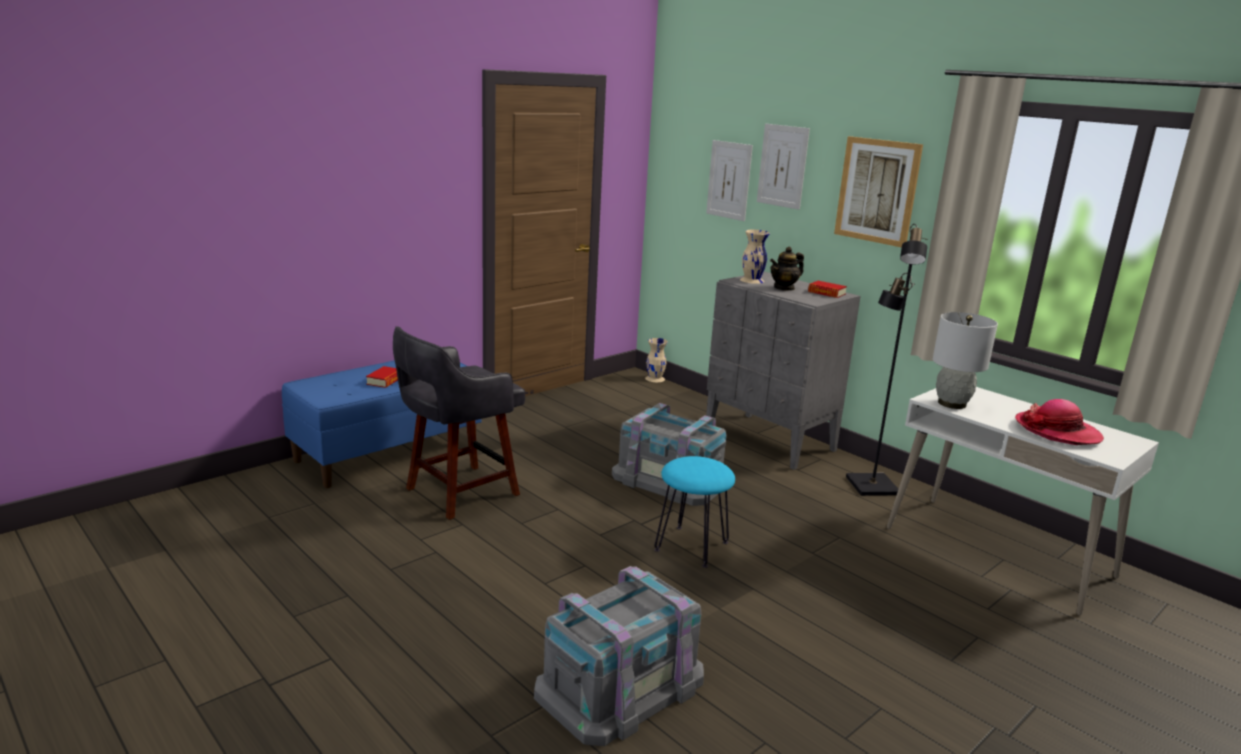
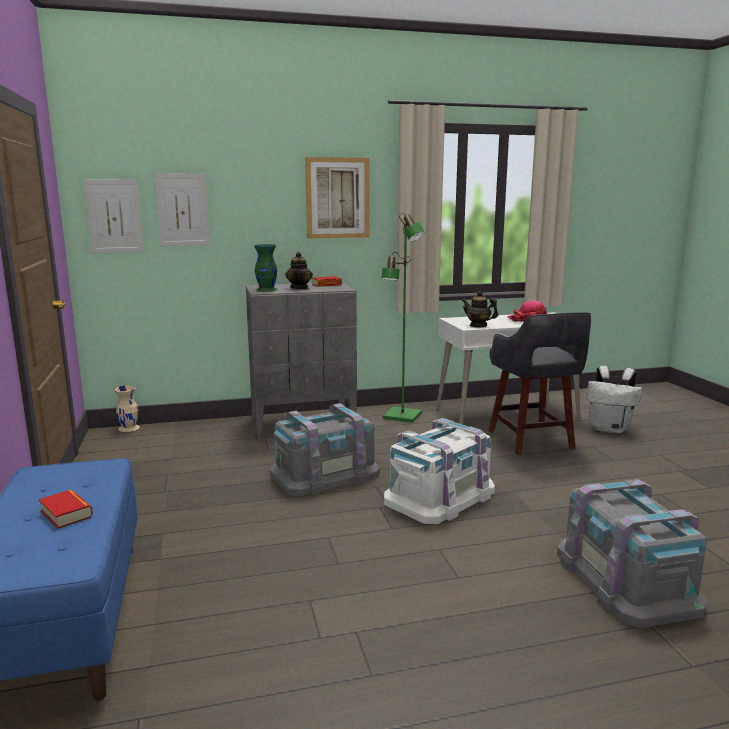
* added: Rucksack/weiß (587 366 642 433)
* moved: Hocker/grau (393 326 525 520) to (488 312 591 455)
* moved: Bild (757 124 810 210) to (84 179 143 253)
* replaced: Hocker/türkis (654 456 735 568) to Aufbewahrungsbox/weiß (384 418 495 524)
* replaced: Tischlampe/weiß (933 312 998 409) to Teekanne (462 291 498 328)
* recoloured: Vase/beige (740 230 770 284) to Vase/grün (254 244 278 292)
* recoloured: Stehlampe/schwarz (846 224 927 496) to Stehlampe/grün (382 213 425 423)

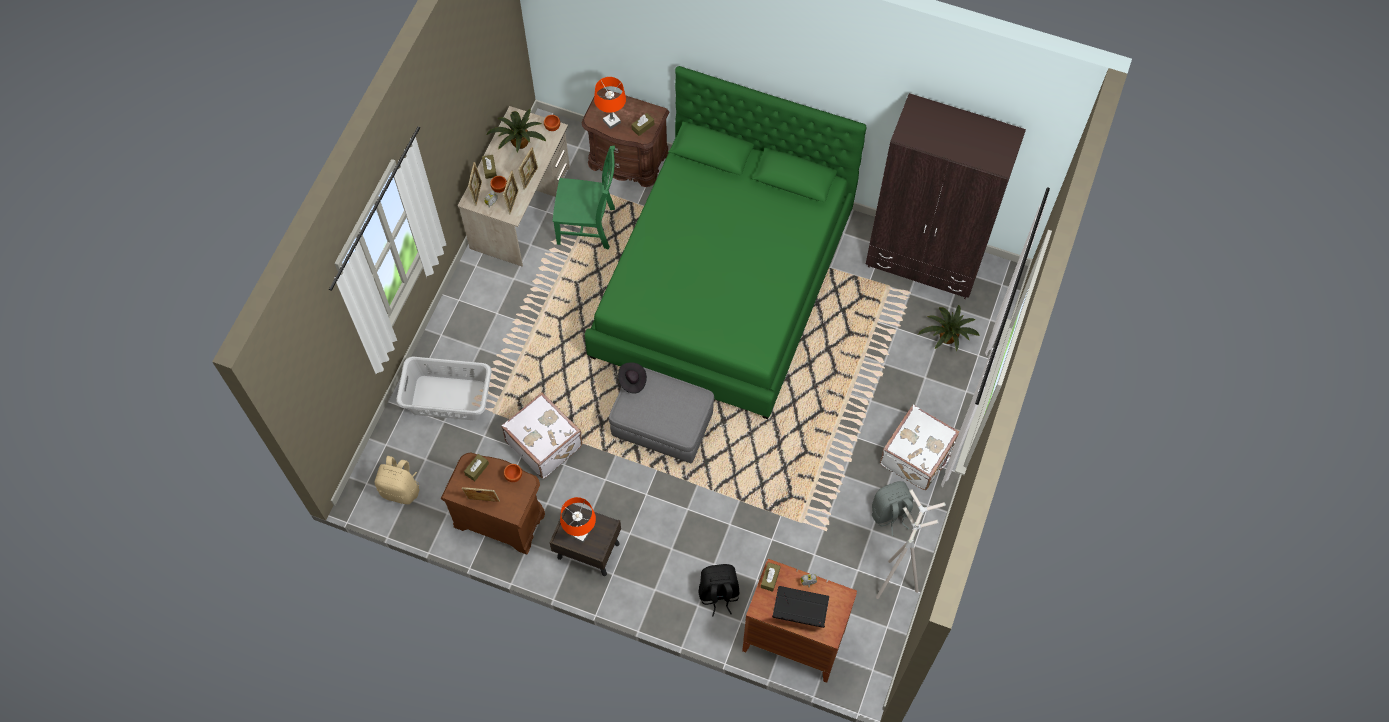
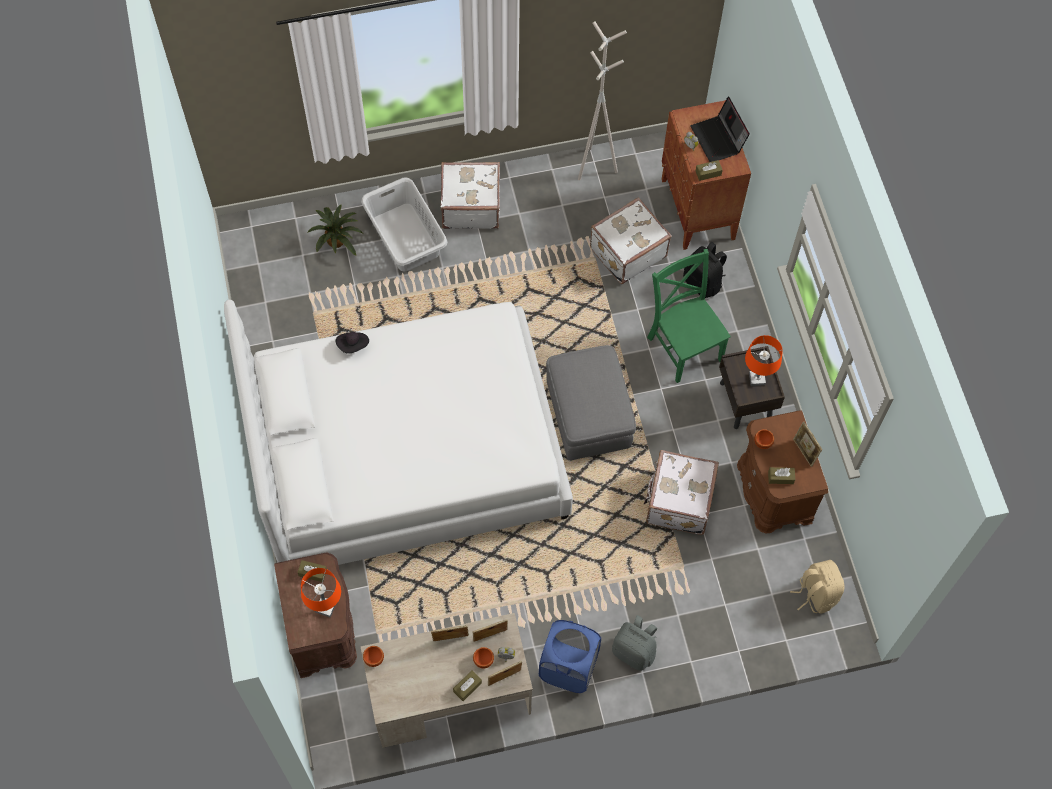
* removed: Topfpflanze (486 109 546 153)
* removed: Kleiderschrank/braun (866 93 1026 299)
* added: Wäschekorb/blau (539 620 601 693)
* added: Koffer/weiß (590 197 671 284)
* moved: Wäschekorb/grau (396 357 492 420) to (361 177 447 272)
* moved: Stuhl/grün (553 146 615 250) to (647 249 731 383)
* moved: Hut/schwarz (618 362 647 394) to (336 332 369 354)
* moved: Rucksack/grau (872 481 913 536) to (612 615 657 671)
* recoloured: Bett/grün (585 66 867 419) to Bett/weiß (224 300 573 565)

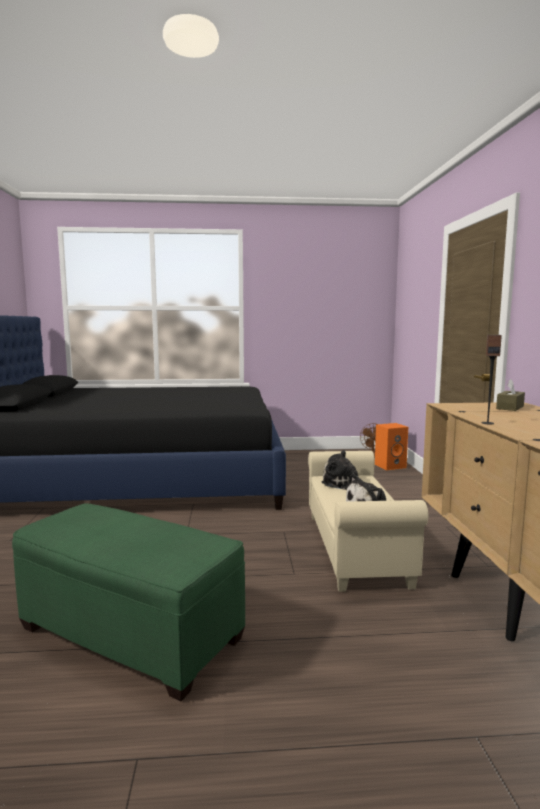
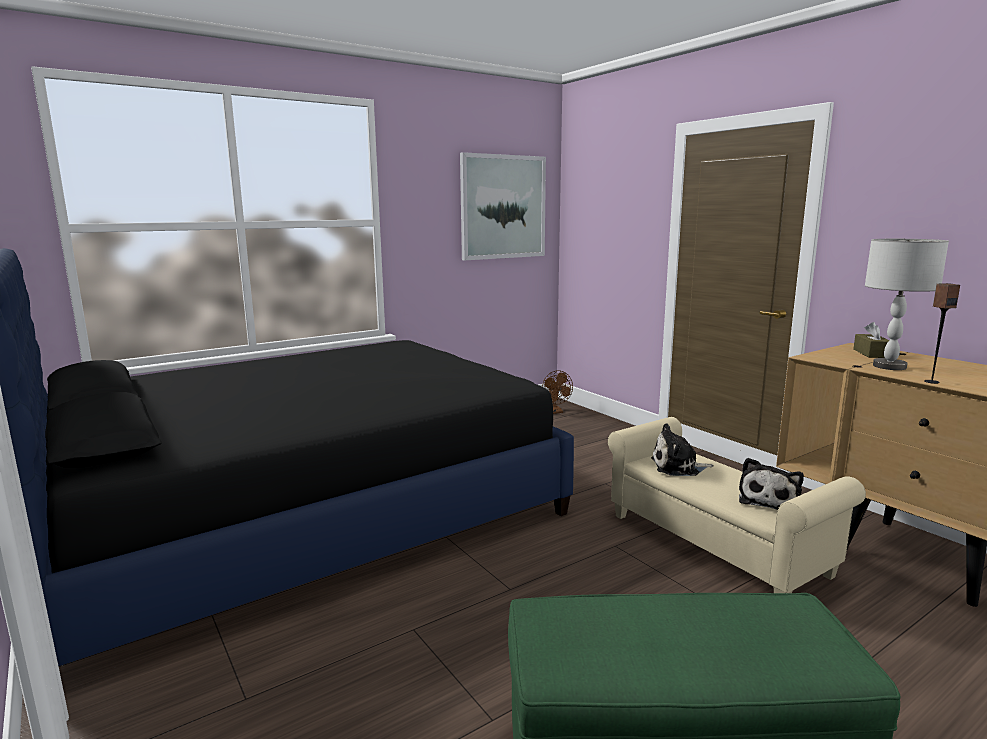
* removed: Lautsprecher/orange (375 423 408 470)
* added: Bild (460 152 546 260)
* added: Tischlampe/grau (865 239 949 370)

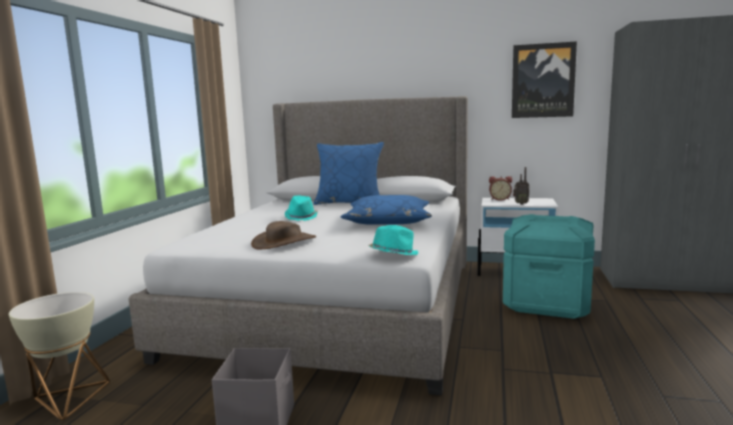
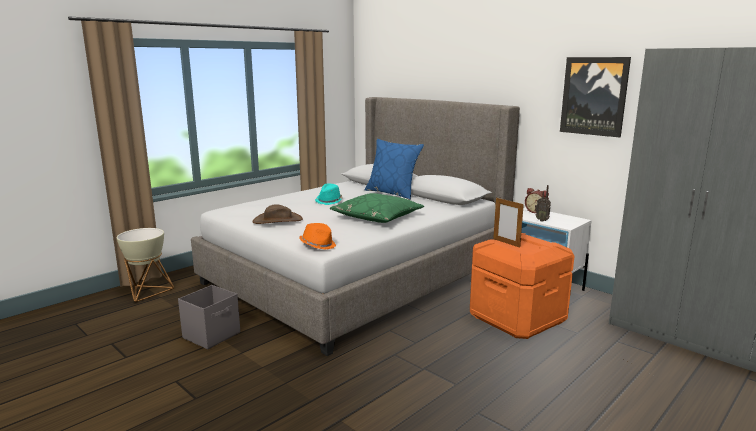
* added: Bilderrahmen (493 198 524 248)
* recoloured: Kissen/blau (341 195 432 225) to Kissen/grün (330 193 424 223)
* recoloured: Hut/türkis (369 225 418 255) to Hut/orange (299 223 336 250)
* recoloured: Aufbewahrungsbox/türkis (503 214 595 319) to Aufbewahrungsbox/orange (470 233 574 339)

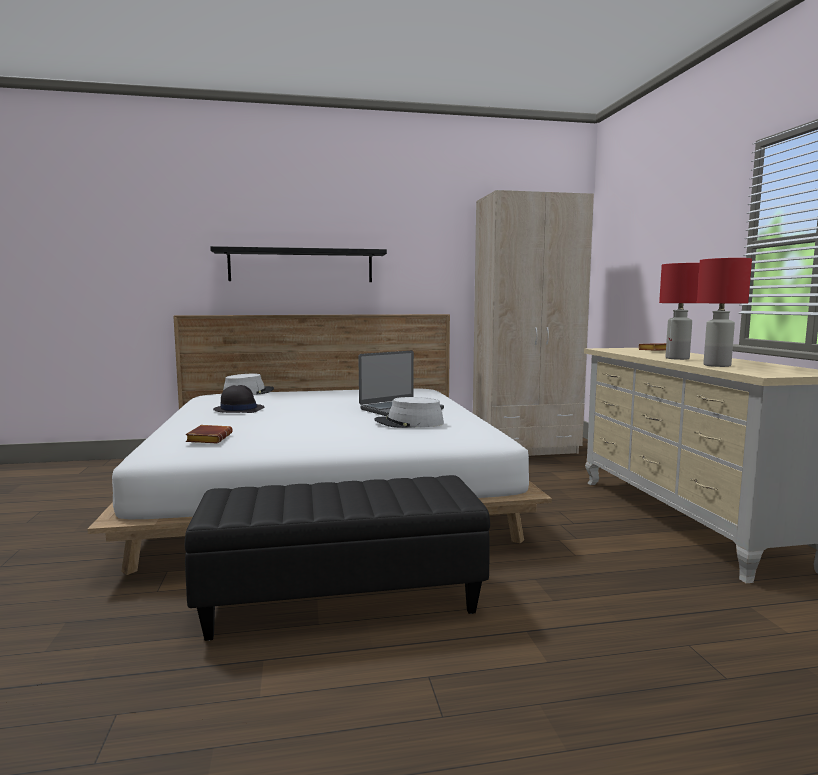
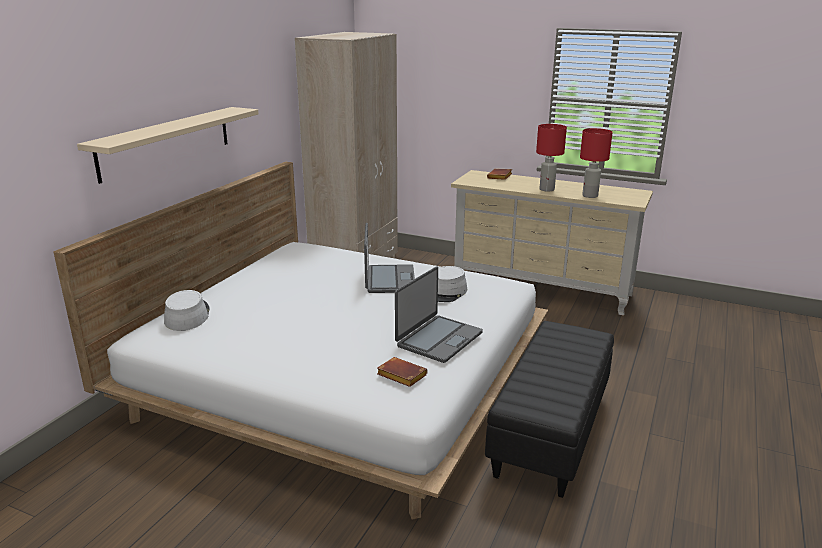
* removed: Hut/schwarz (213 385 264 413)
* added: Laptop (395 266 483 363)
* recoloured: Wandregal/schwarz (210 246 387 282) to Wandregal/beige (77 107 259 184)

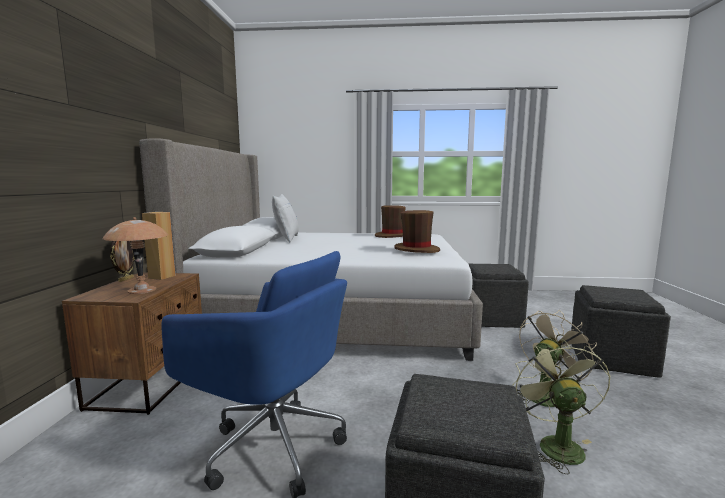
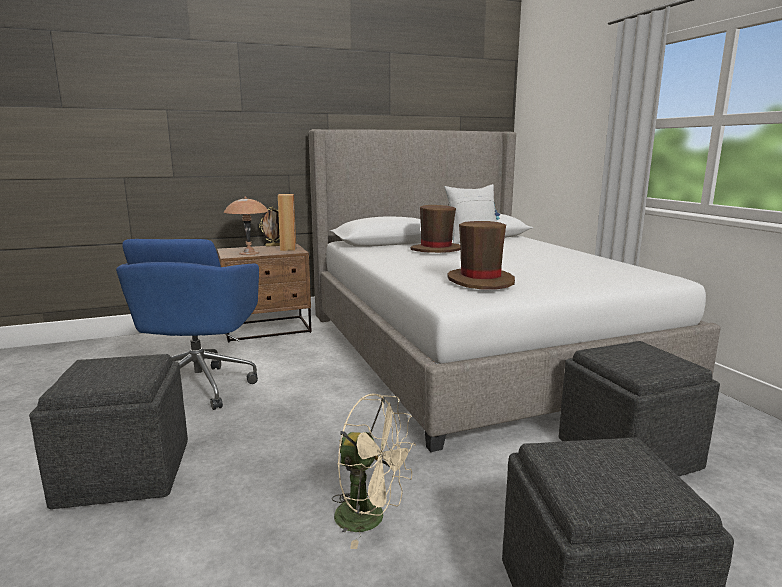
* removed: Ventilator/grün (512 339 611 474)
* moved: Hut/braun (375 205 406 238) to (411 205 461 253)

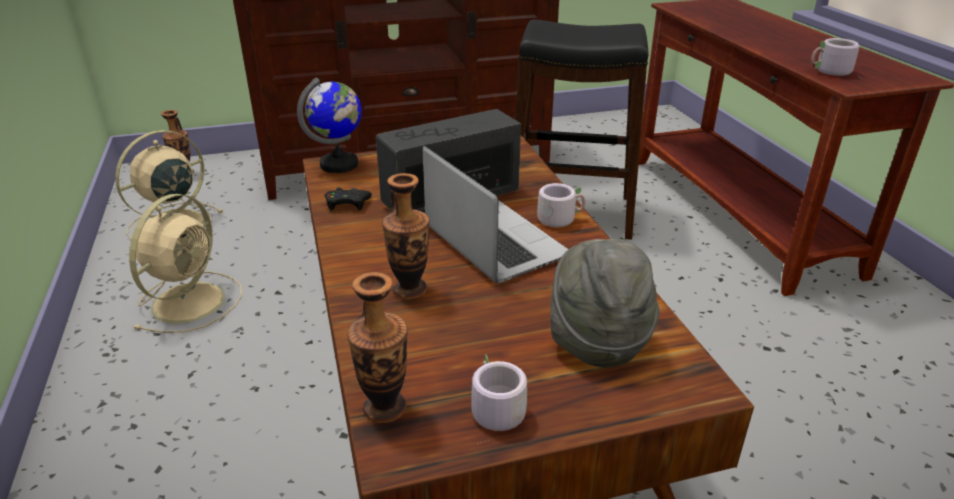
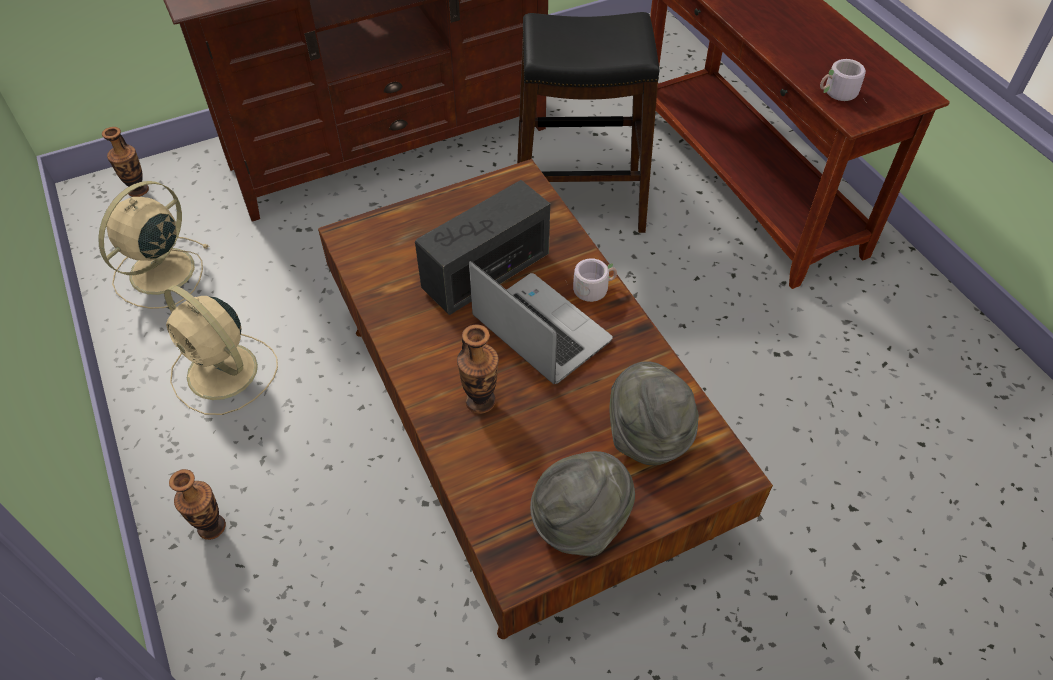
* removed: Globus (297 77 362 173)
* removed: Gamepad/schwarz (325 187 372 211)
* moved: Vase (347 272 408 423) to (169 469 226 540)
* replaced: Henkelbecher/grau (471 354 527 444) to Hut/grau (530 451 635 556)
* turned: Ventilator/beige (129 194 242 333) = (164 285 278 415) 120 degrees clockwise

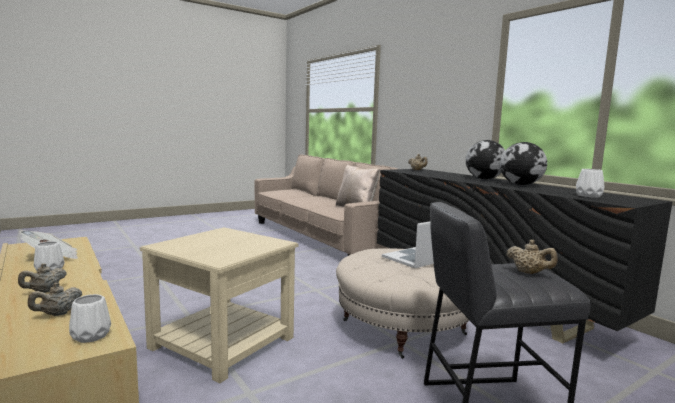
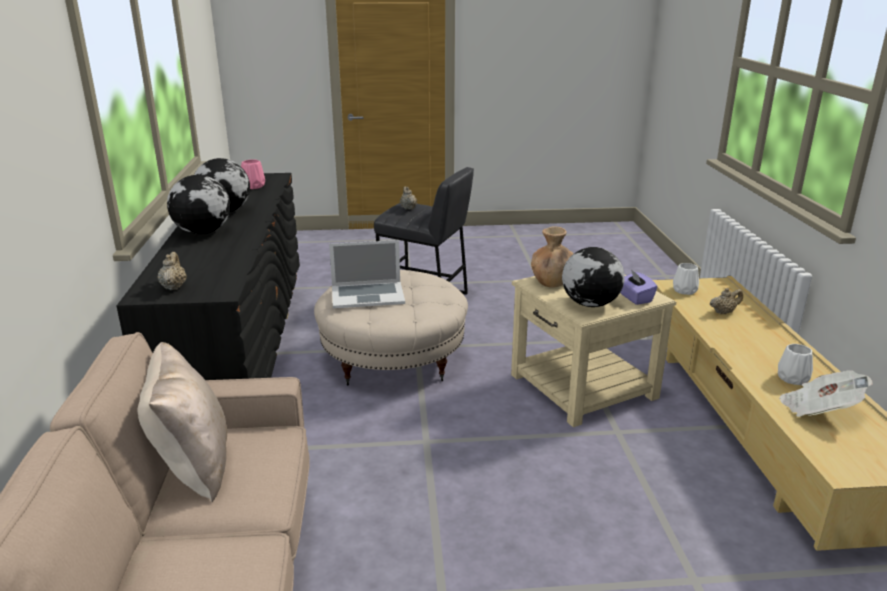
* removed: Teekanne/beige (18 263 67 293)
* added: Vase/braun (531 227 574 288)
* added: Globus (562 247 624 307)
* added: Taschentuchbox/lila (620 269 657 305)
* recoloured: Vase/weiß (576 169 605 198) to Vase/rosa (241 159 265 189)

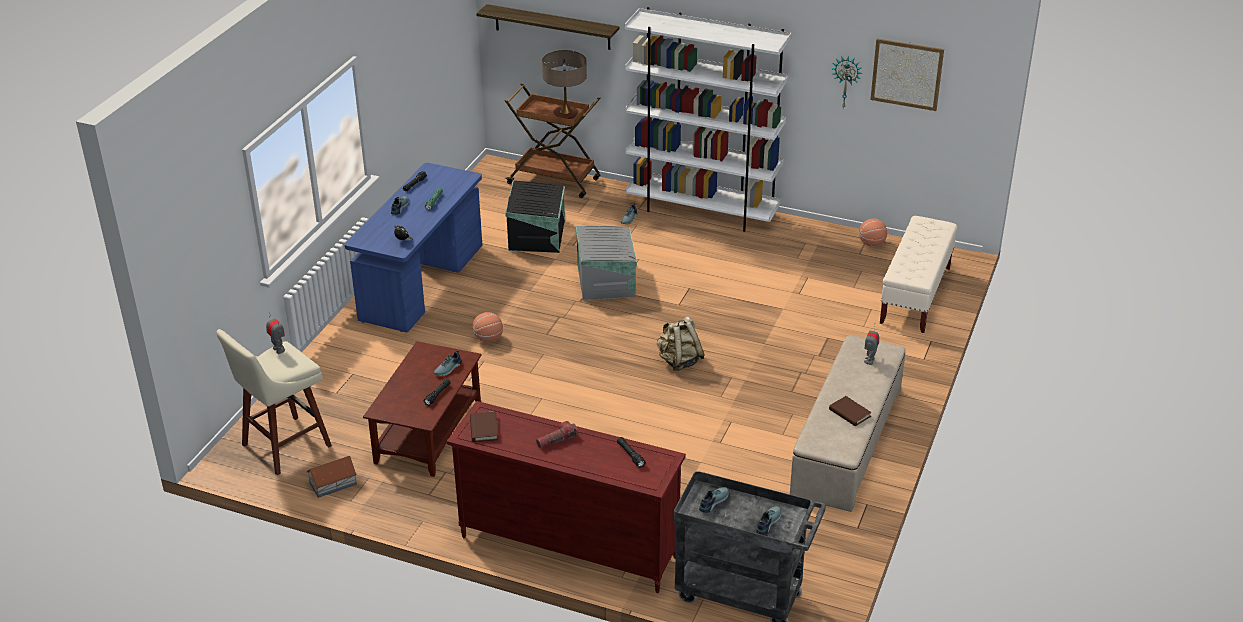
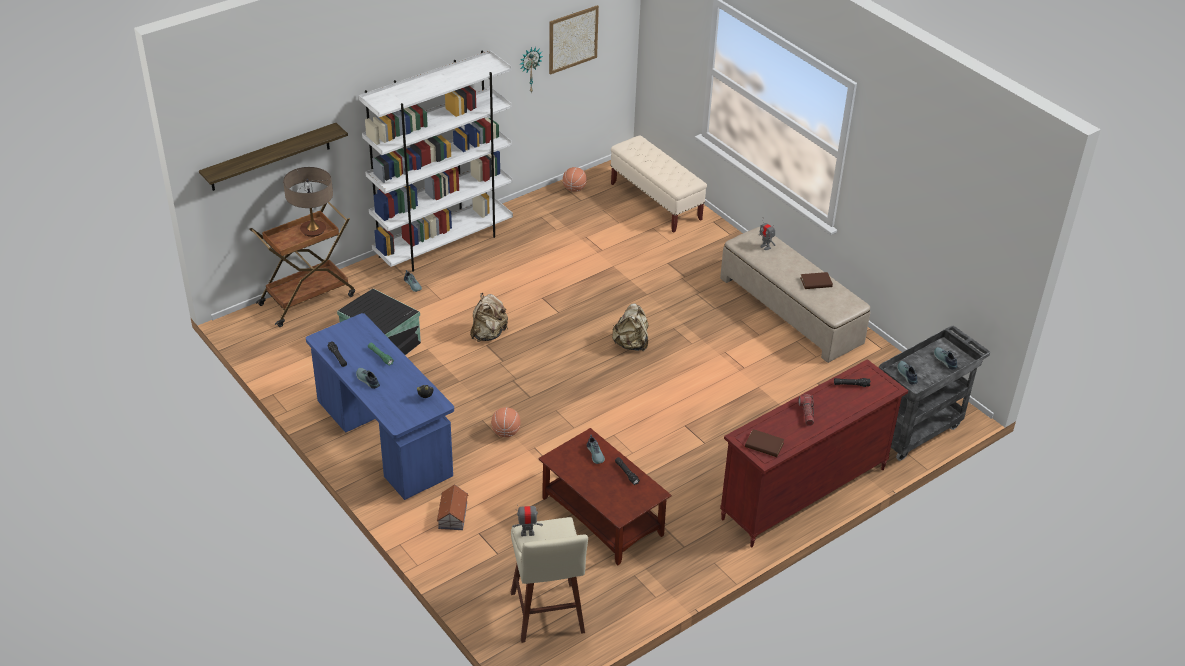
* moved: Spielzeughaus (306 456 357 498) to (436 484 468 530)
* replaced: Aufbewahrungsbox/grau (575 226 637 301) to Rucksack/beige (470 293 508 342)

